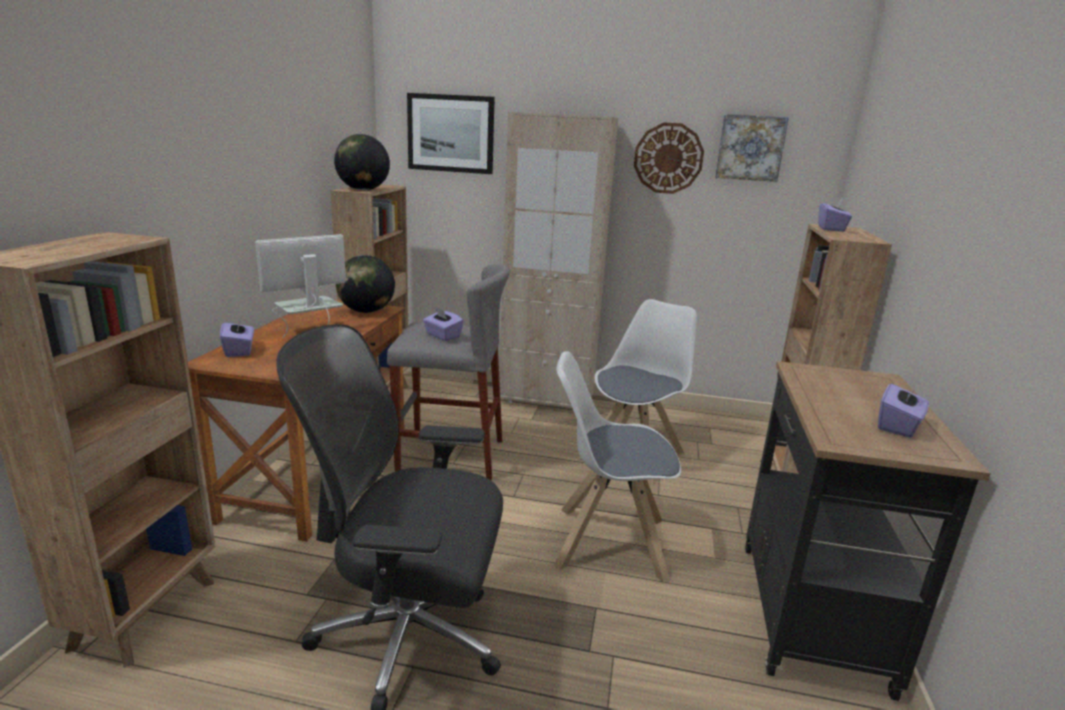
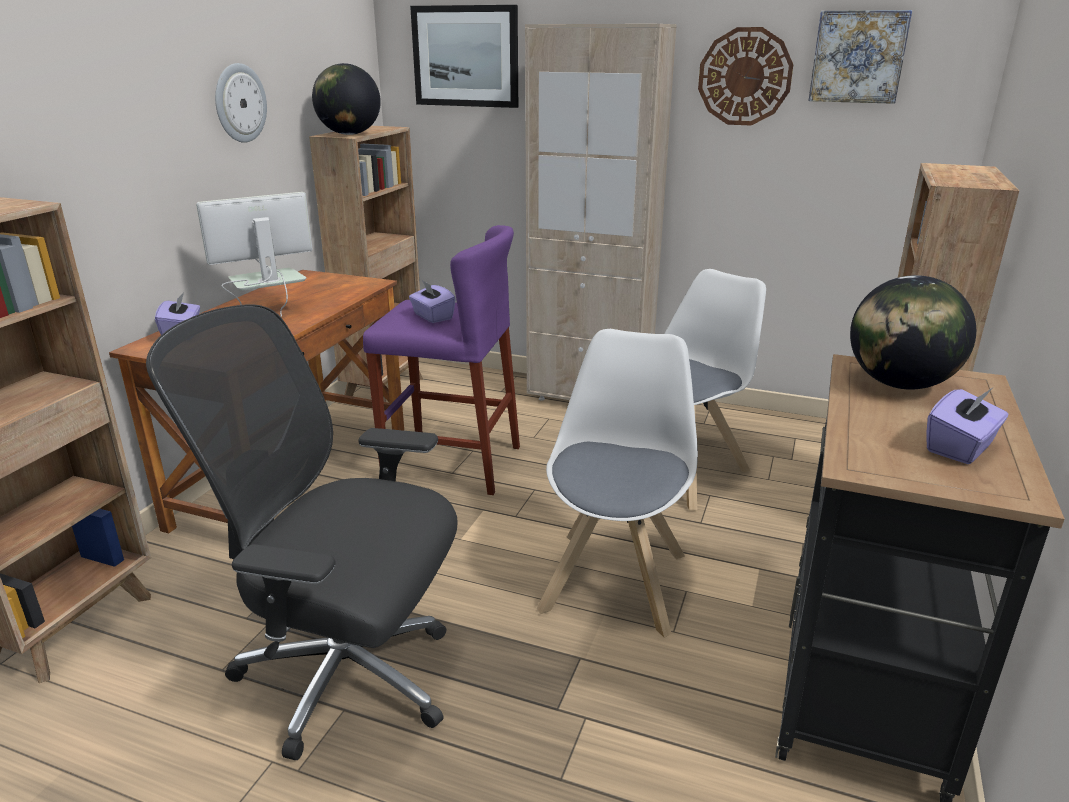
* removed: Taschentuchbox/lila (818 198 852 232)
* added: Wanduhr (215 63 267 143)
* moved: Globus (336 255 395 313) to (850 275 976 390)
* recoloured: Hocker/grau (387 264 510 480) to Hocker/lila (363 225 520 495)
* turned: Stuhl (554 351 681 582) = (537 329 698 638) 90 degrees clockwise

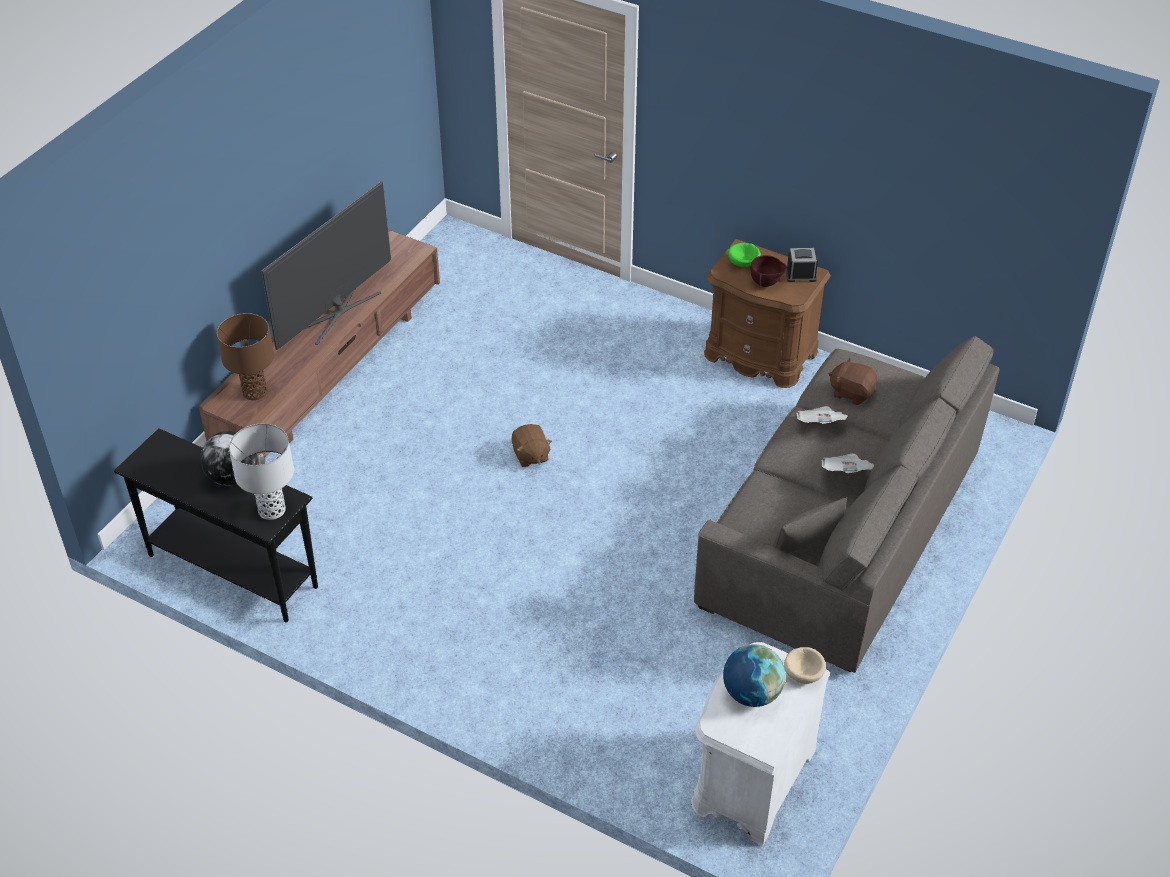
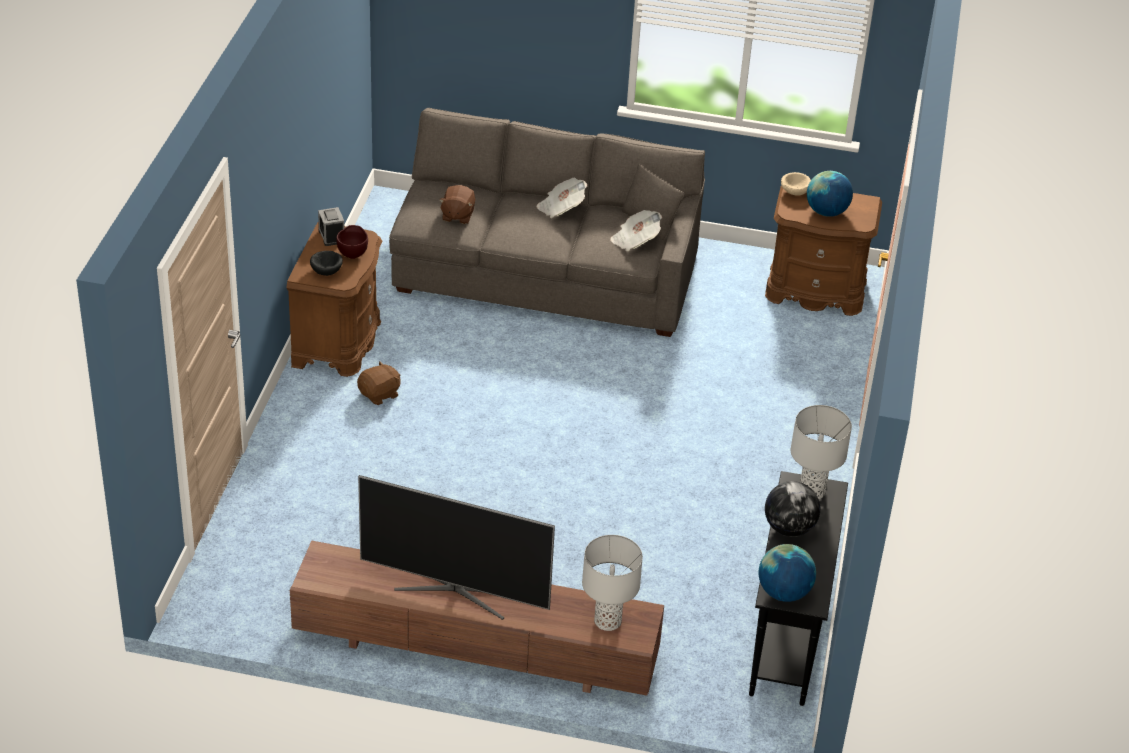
* added: Globus (759 544 816 602)
* moved: Plüschtier/braun (511 424 552 467) to (357 361 401 405)
* moved: Zeitung (797 406 848 424) to (610 210 662 252)
* recoloured: Tischlampe/braun (216 313 274 400) to Tischlampe/weiß (582 535 643 631)
* recoloured: Nachttisch/weiß (691 642 830 846) to Nachttisch/braun (765 186 882 316)
* recoloured: Schüssel/grün (728 243 761 267) to Schüssel/schwarz (310 251 343 276)

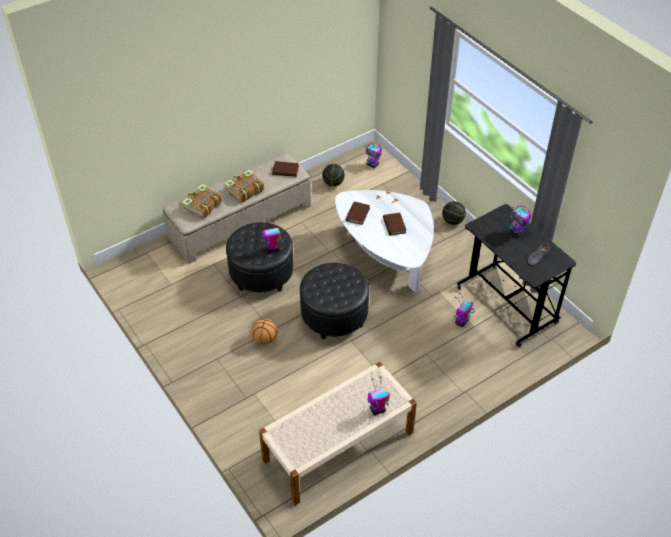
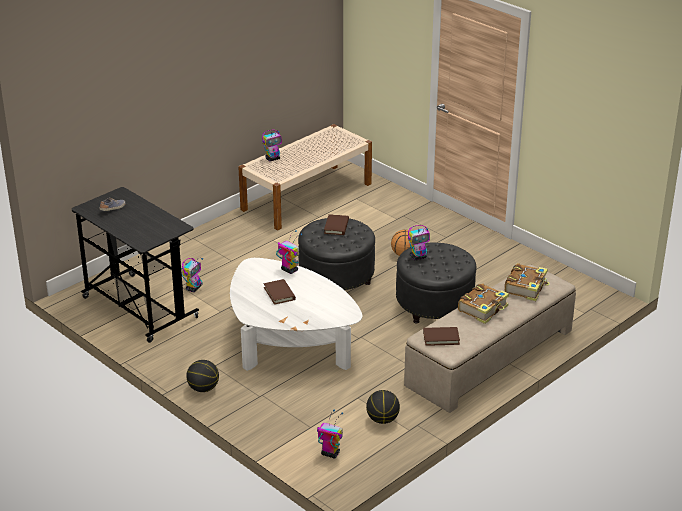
* moved: Buch/braun (346 202 370 225) to (324 214 349 235)
* moved: Spielzeugroboter (510 206 532 237) to (276 230 302 274)

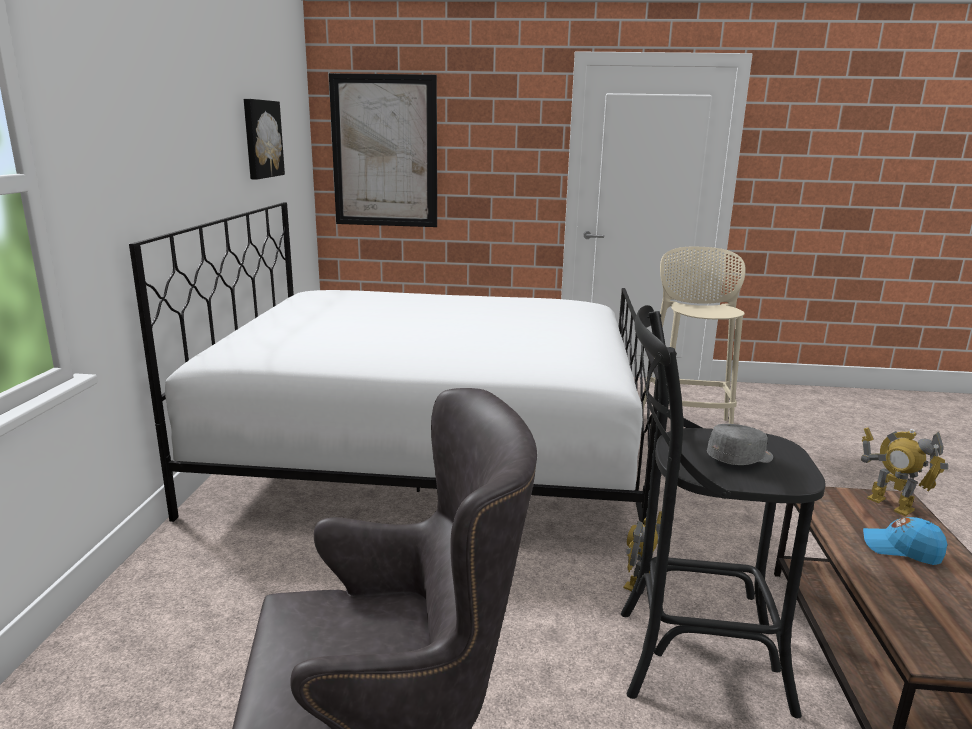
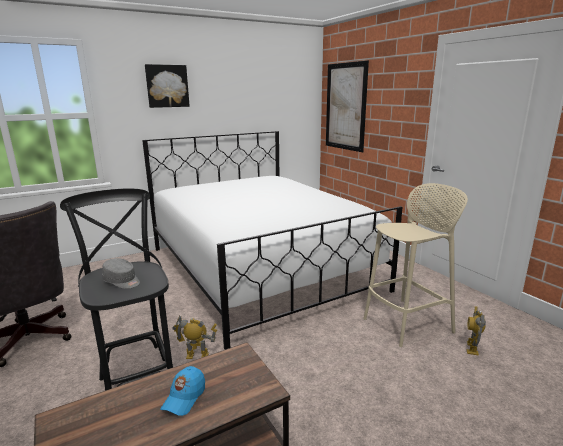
* moved: Bild (244 99 285 179) to (145 64 190 108)
* moved: Spielzeugroboter (861 427 948 516) to (467 306 486 356)
* turned: Kappe/blau (863 517 947 565) = (160 366 205 416) 150 degrees counterclockwise

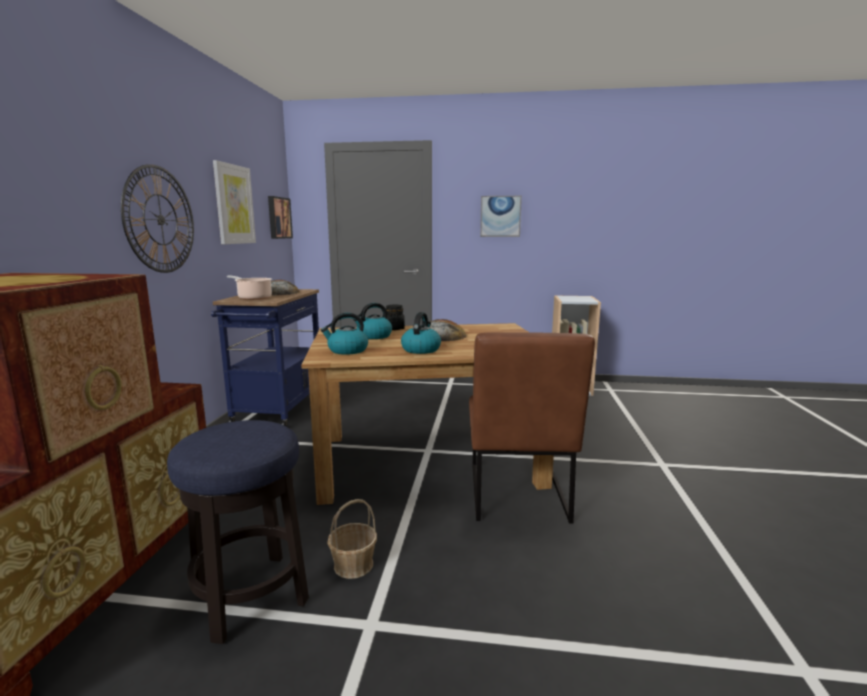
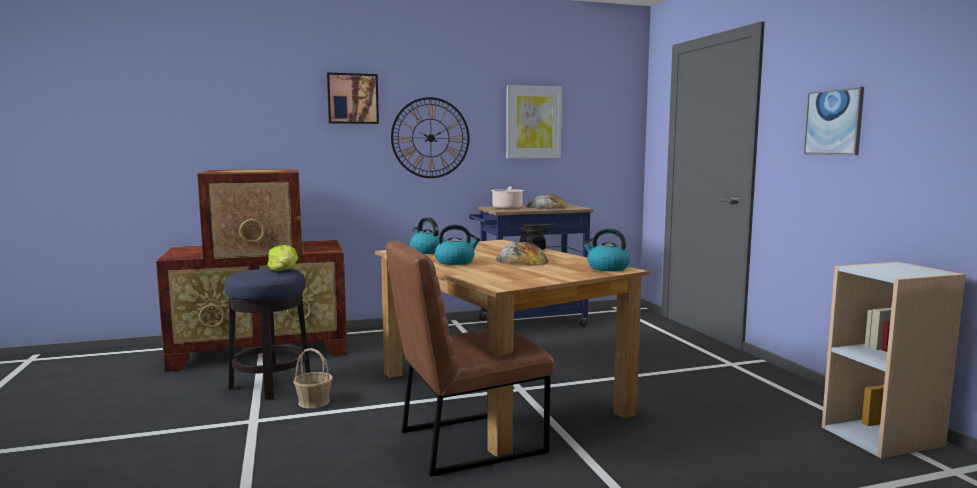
* added: Salatkopf (267 245 298 271)
* moved: Bild (268 196 293 239) to (327 72 379 124)
* moved: Wasserkessel (353 303 392 339) to (583 228 630 271)

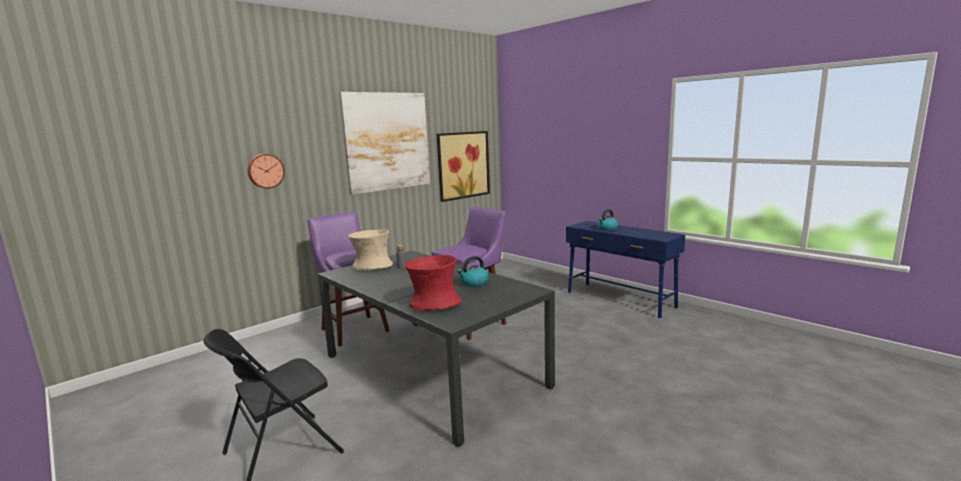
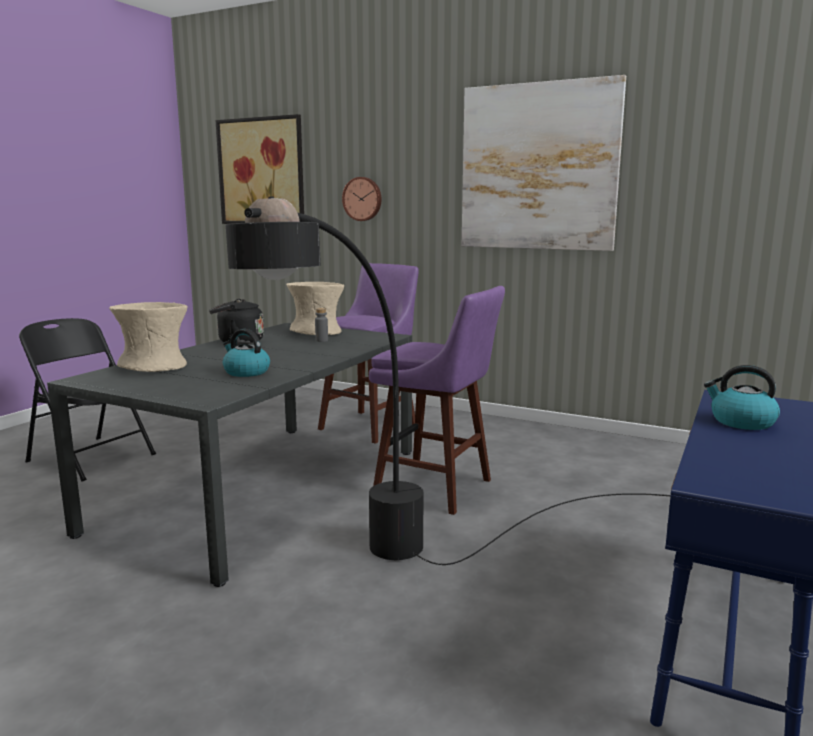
* added: Wasserkessel/schwarz (209 299 264 345)
* added: Stehlampe/schwarz (226 196 671 565)
* moved: Bild (437 131 490 202) to (215 114 304 224)
* recoloured: Vase/rot (405 255 461 311) to Vase/beige (109 302 188 372)

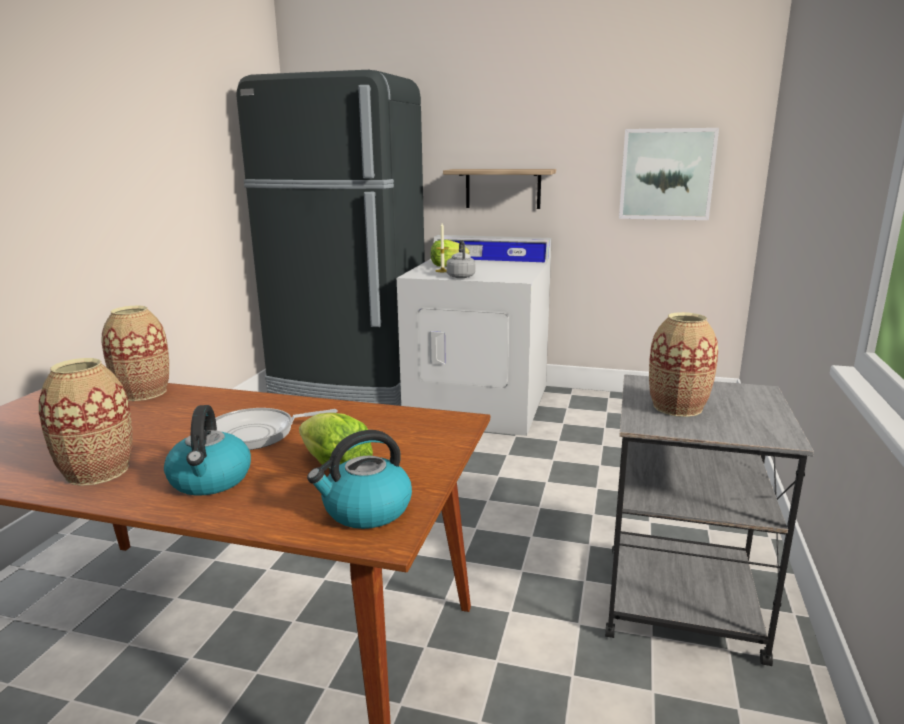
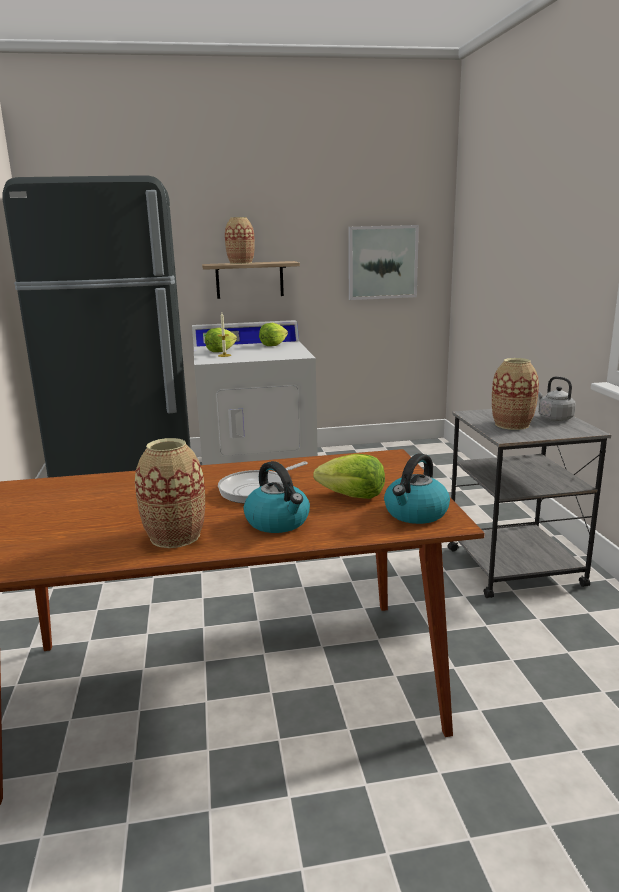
* added: Salatkopf (259 323 288 346)
* moved: Vase (101 306 169 401) to (225 217 255 264)
* moved: Wasserkessel/grau (446 240 475 278) to (538 376 576 421)

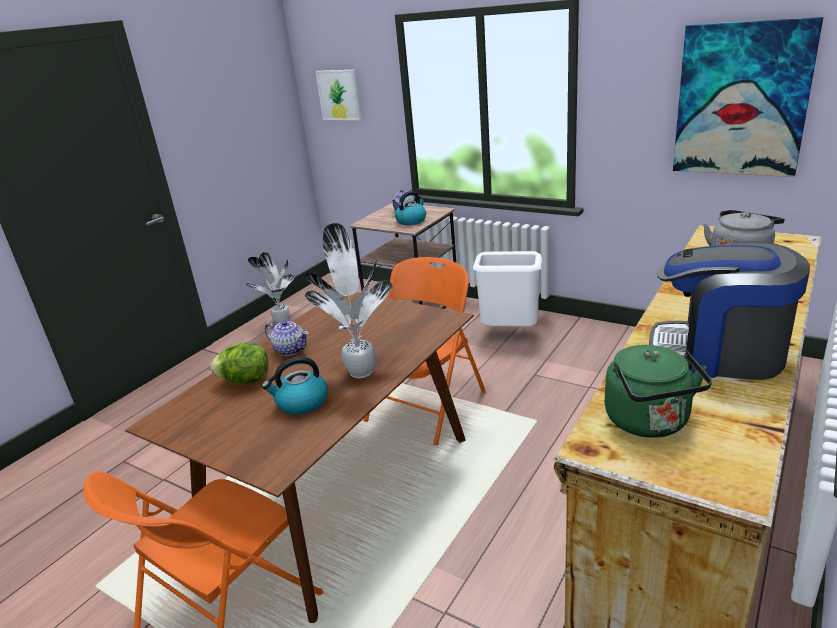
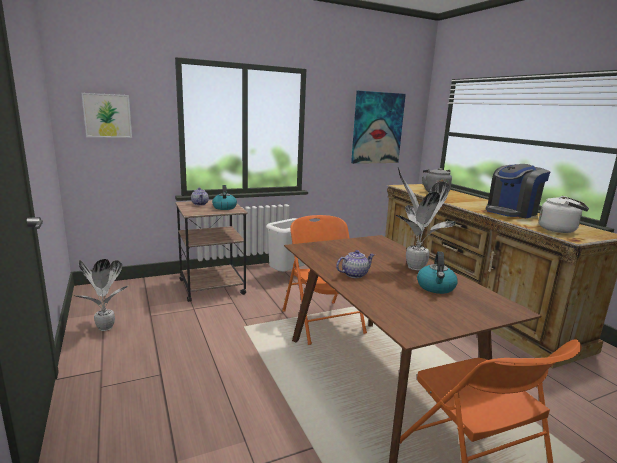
* removed: Salatkopf (211 342 268 384)
* recoloured: Wasserkessel/grün (605 345 712 438) to Wasserkessel/weiß (539 196 589 233)

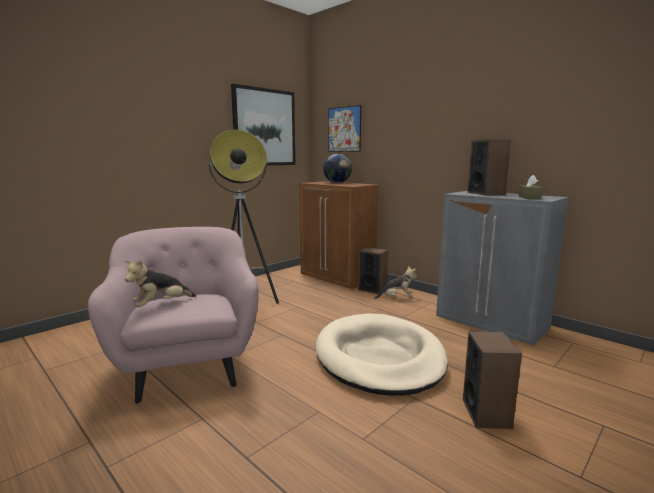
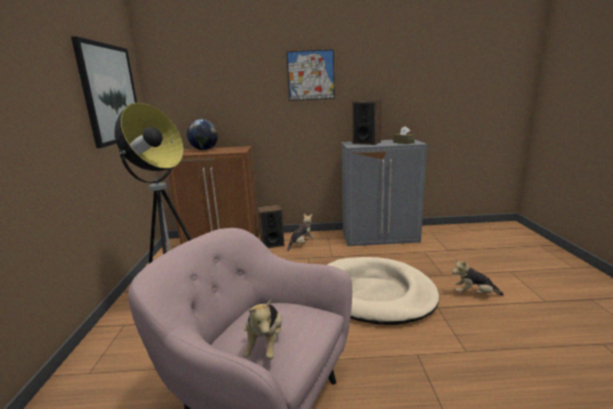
* moved: Bild (328 105 361 152) to (286 49 335 101)
* replaced: Lautsprecher (463 331 522 429) to Plüschtier (452 258 504 295)

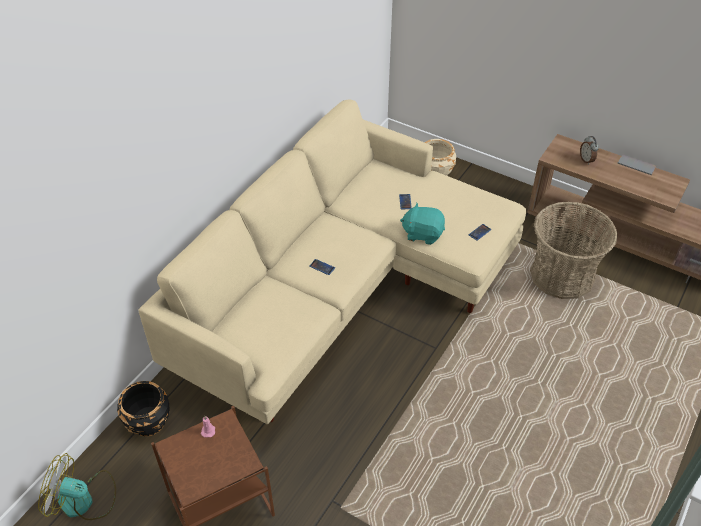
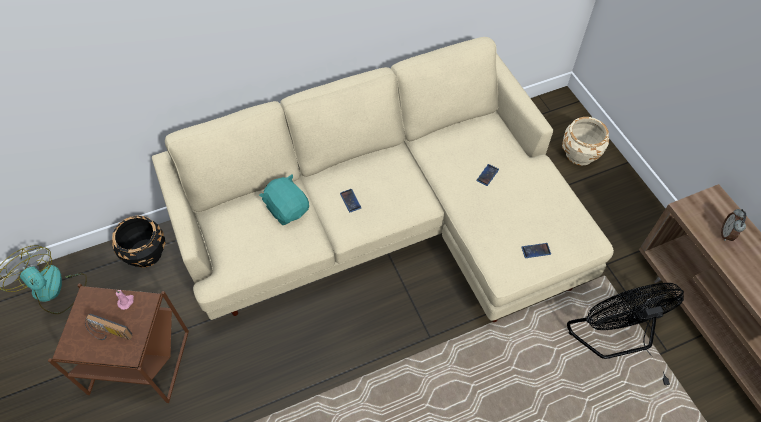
* added: Radio (85 314 133 340)
* moved: Plüschtier/türkis (400 203 445 245) to (259 174 309 225)
* replaced: Korb (530 202 618 299) to Ventilator/schwarz (567 283 684 387)

